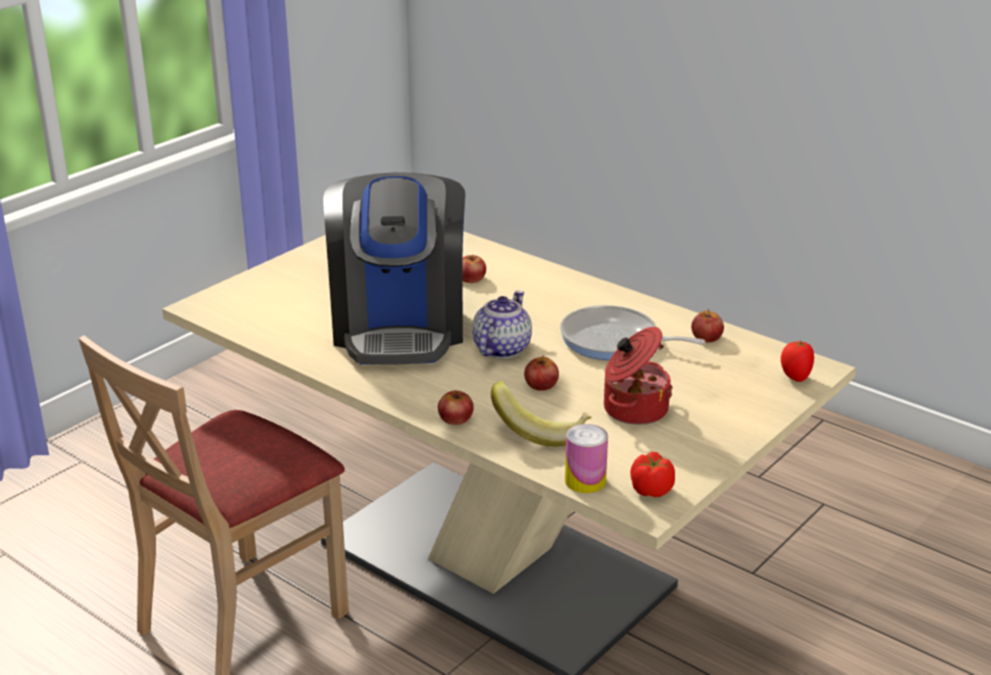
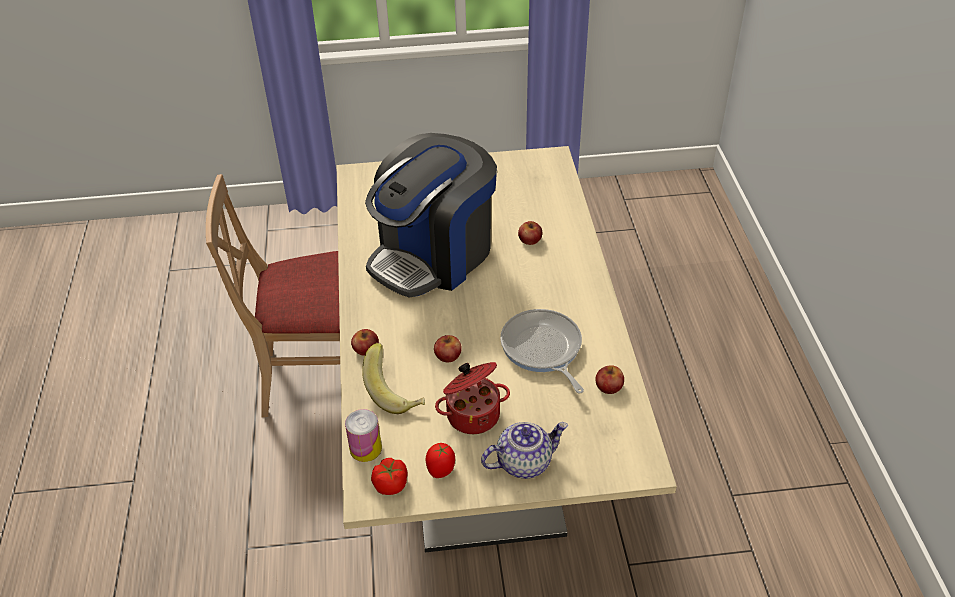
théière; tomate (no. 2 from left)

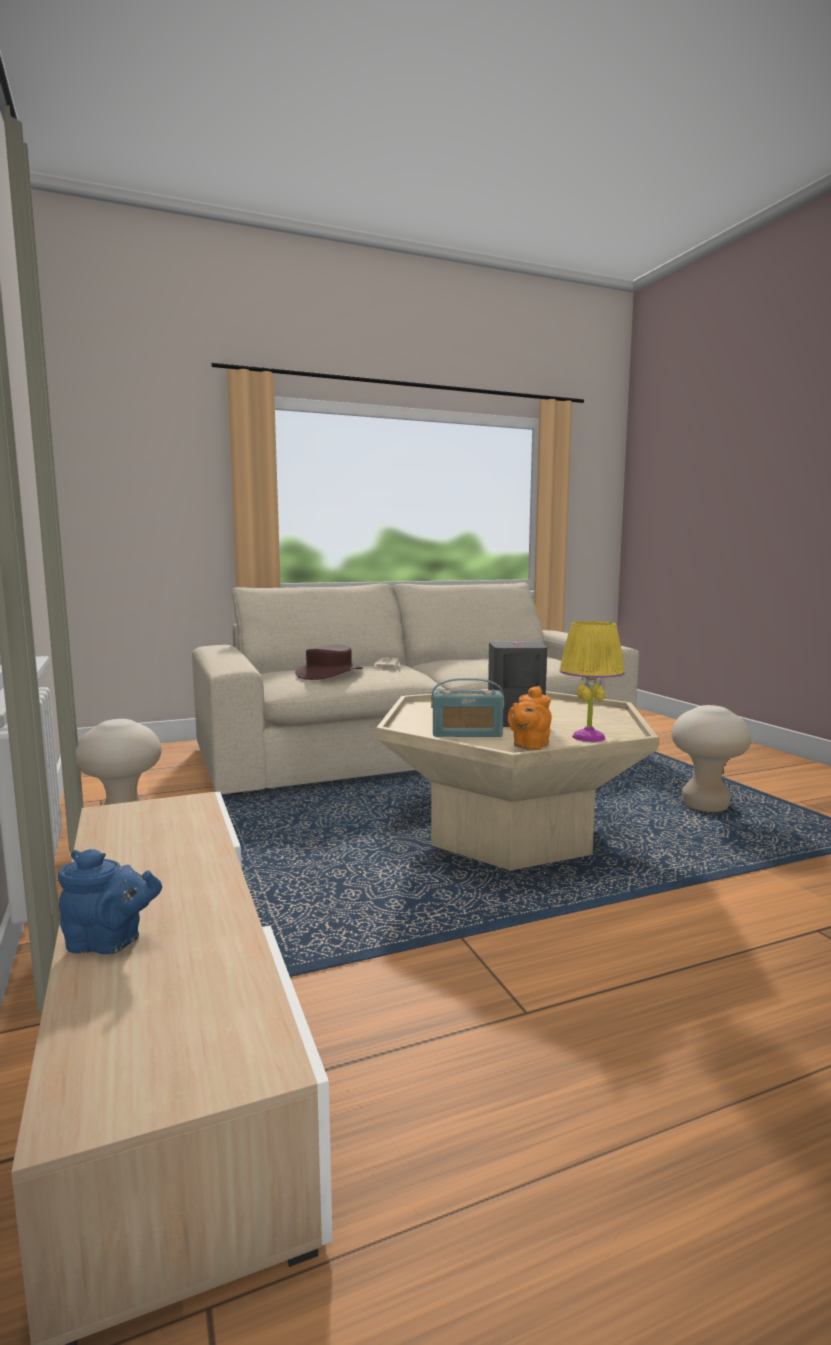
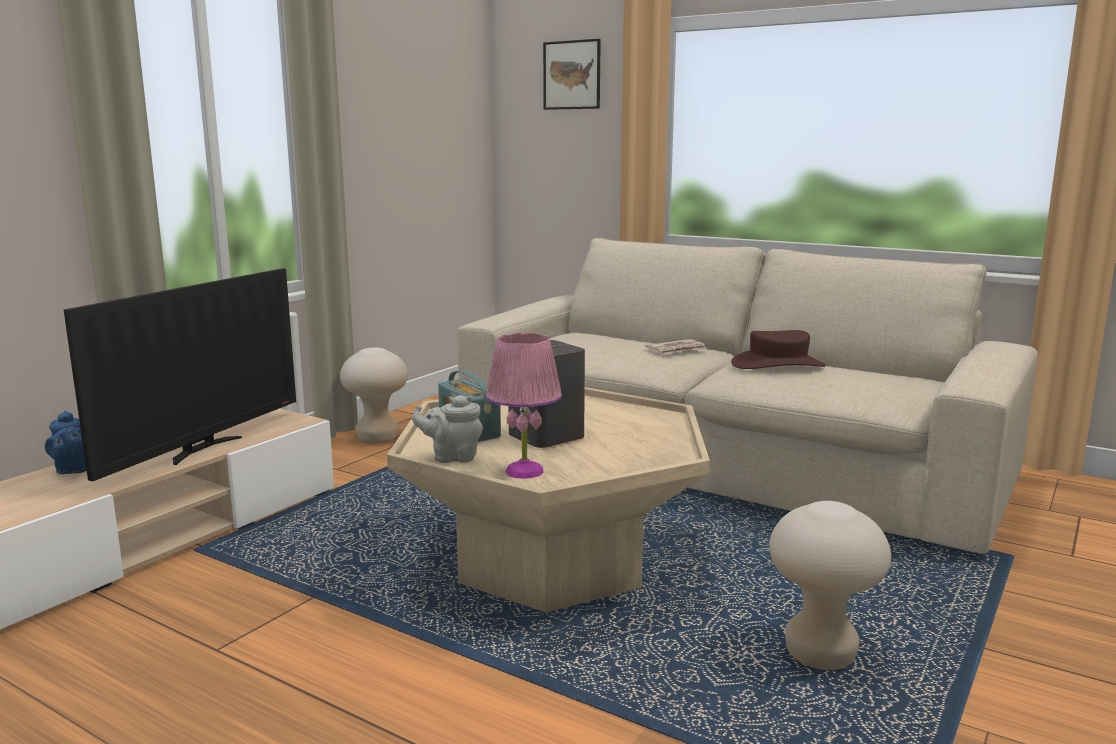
téléviseur; tableau; chapeau [marron]; théière [gris]; lampe de table [rose]

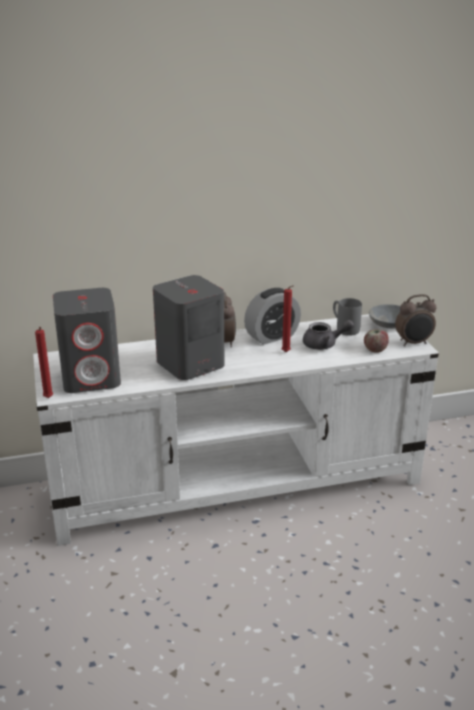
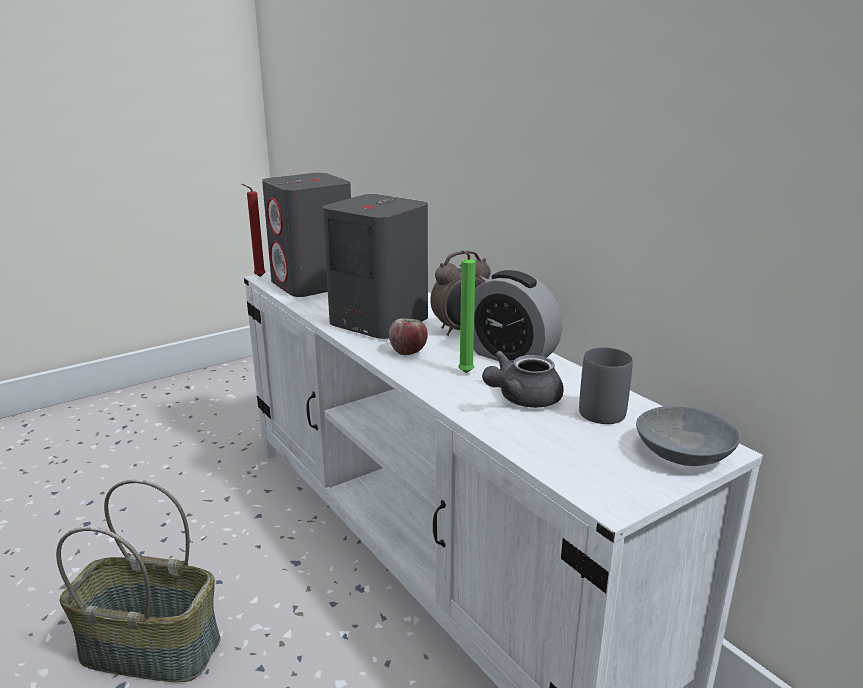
réveil (no. 3 from left in the first image); panier; pomme; bougie [vert]; théière [gris]

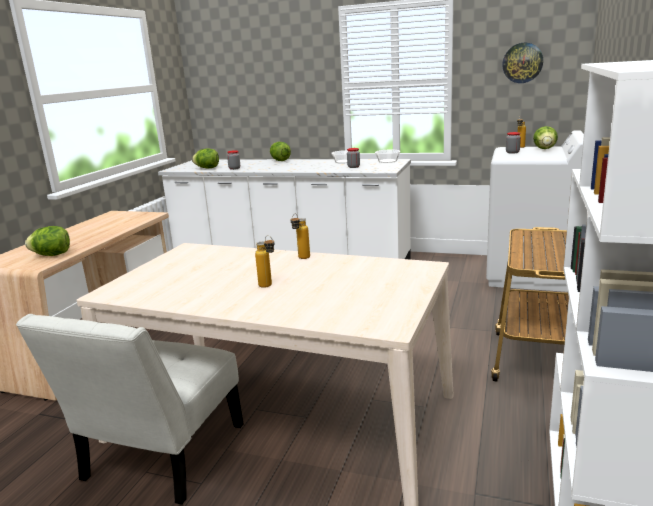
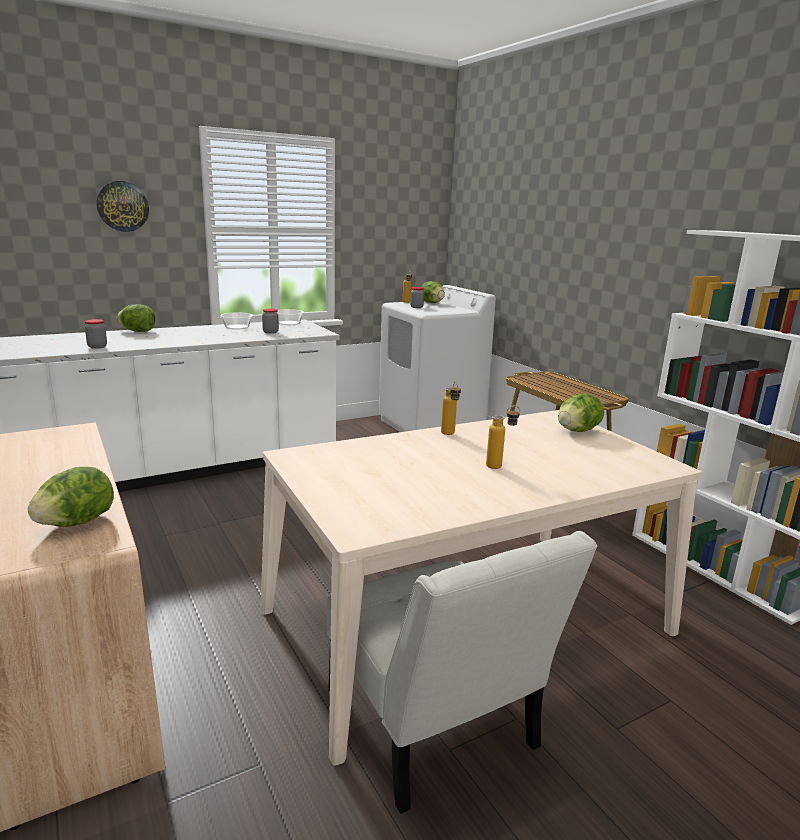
laitue (no. 4 from left); horloge murale

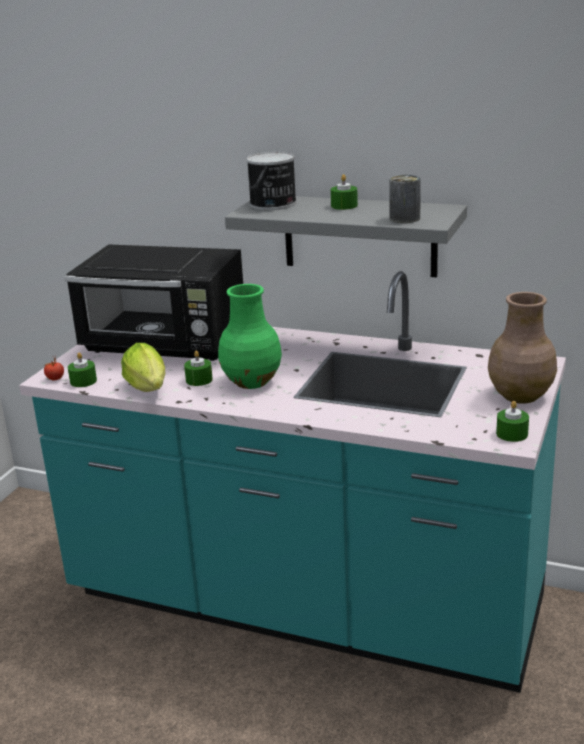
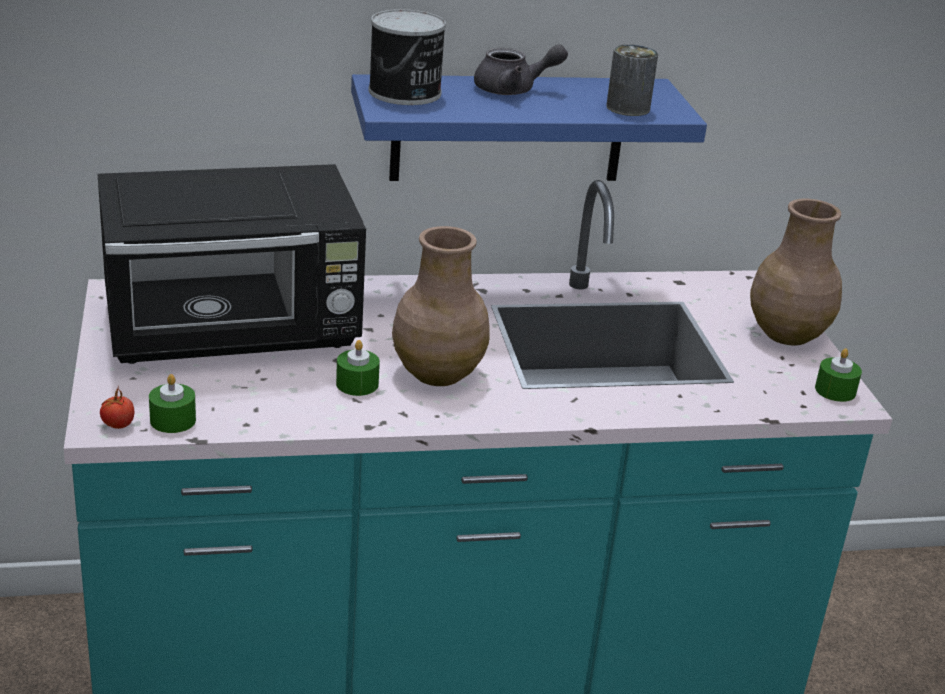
laitue; théière [gris]; vase [marron] (no. 1 from left); étagère [bleu]

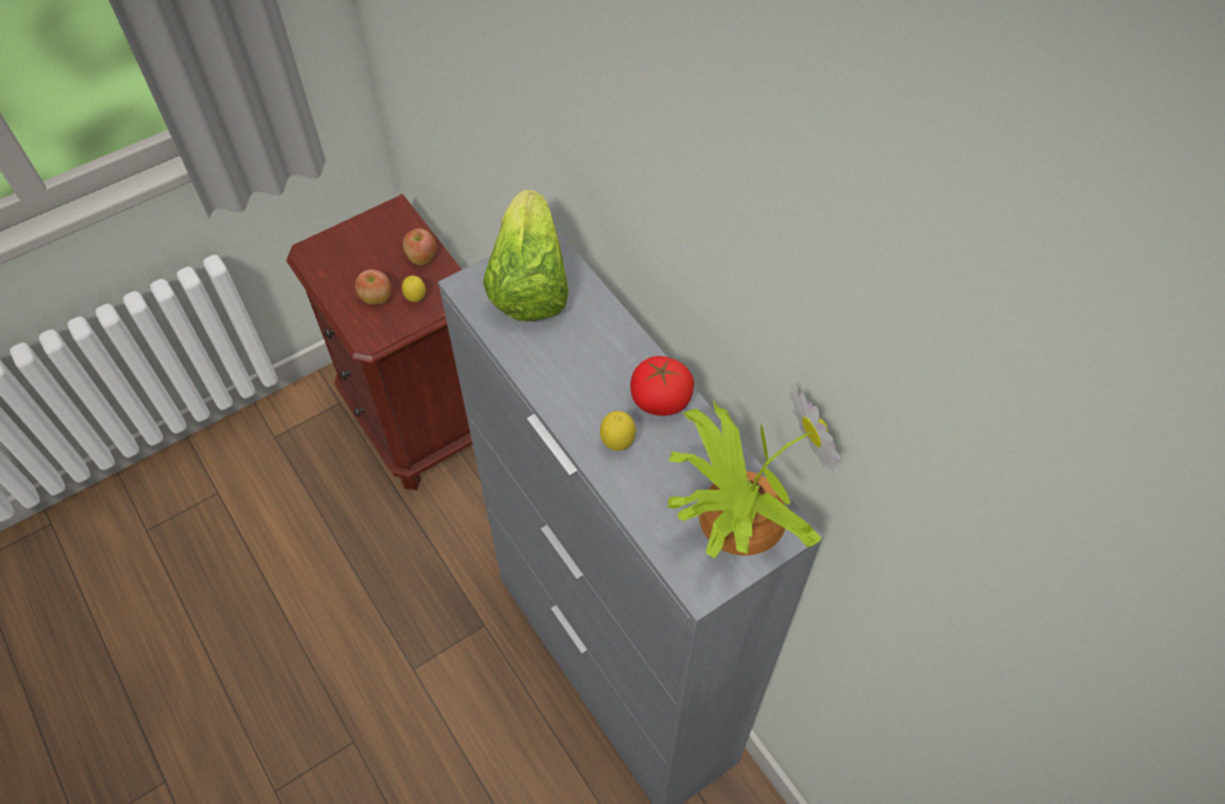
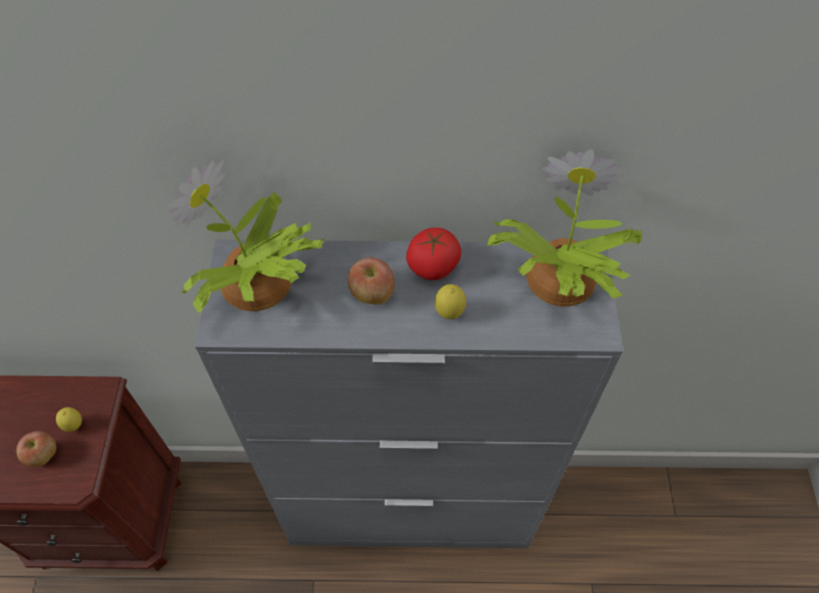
pomme (no. 2 from left); plante en pot (no. 1 from left)

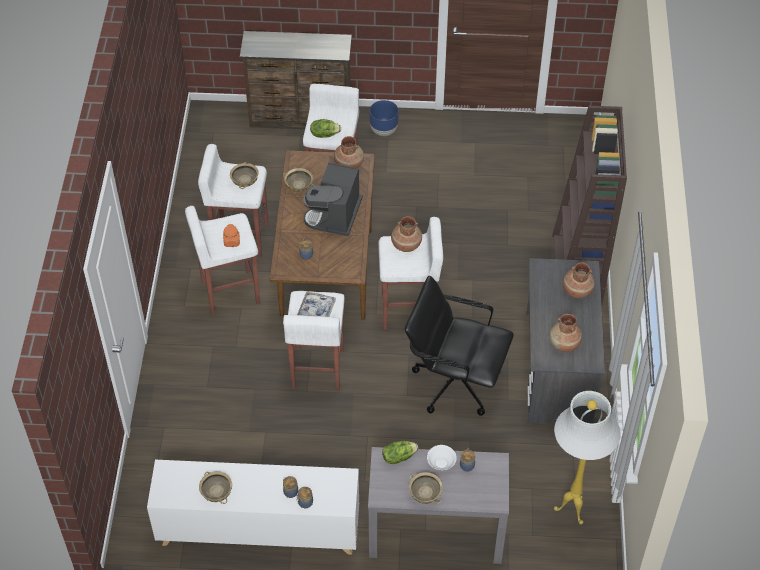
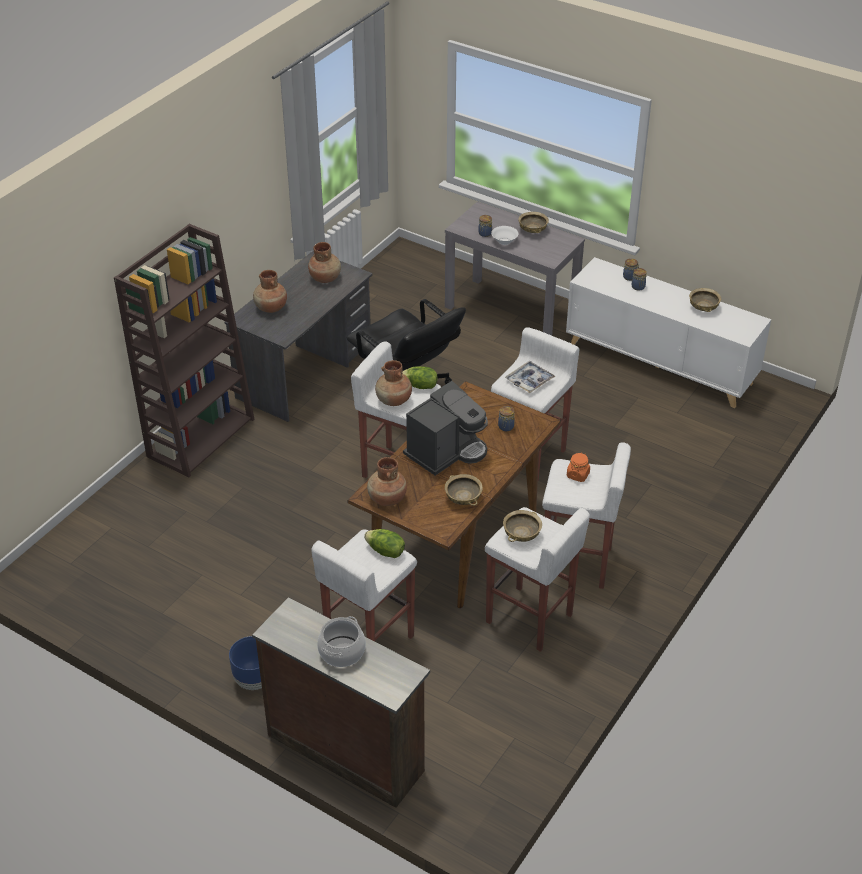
lampadaire [blanc]; marmite; laitue (no. 2 from left)

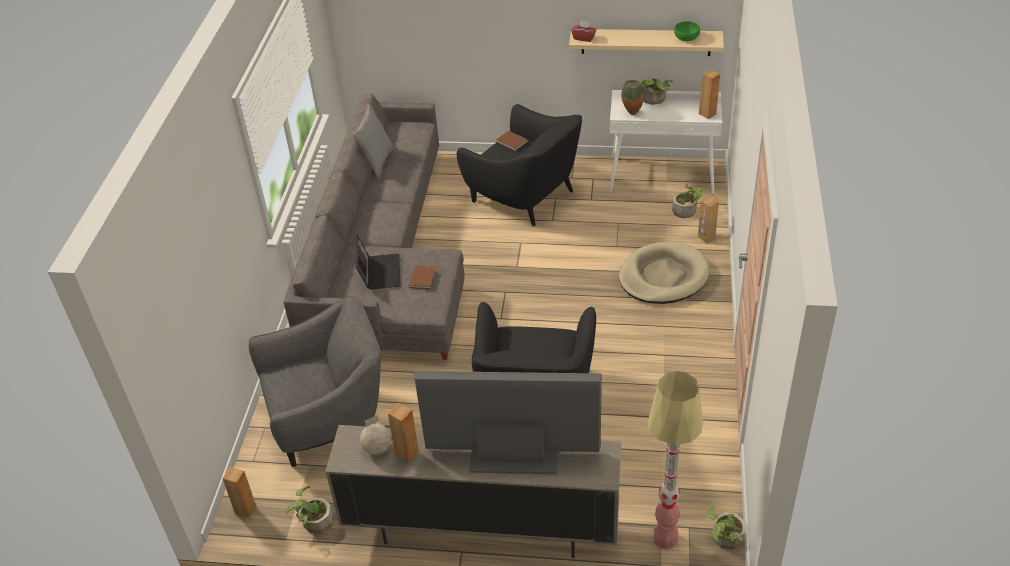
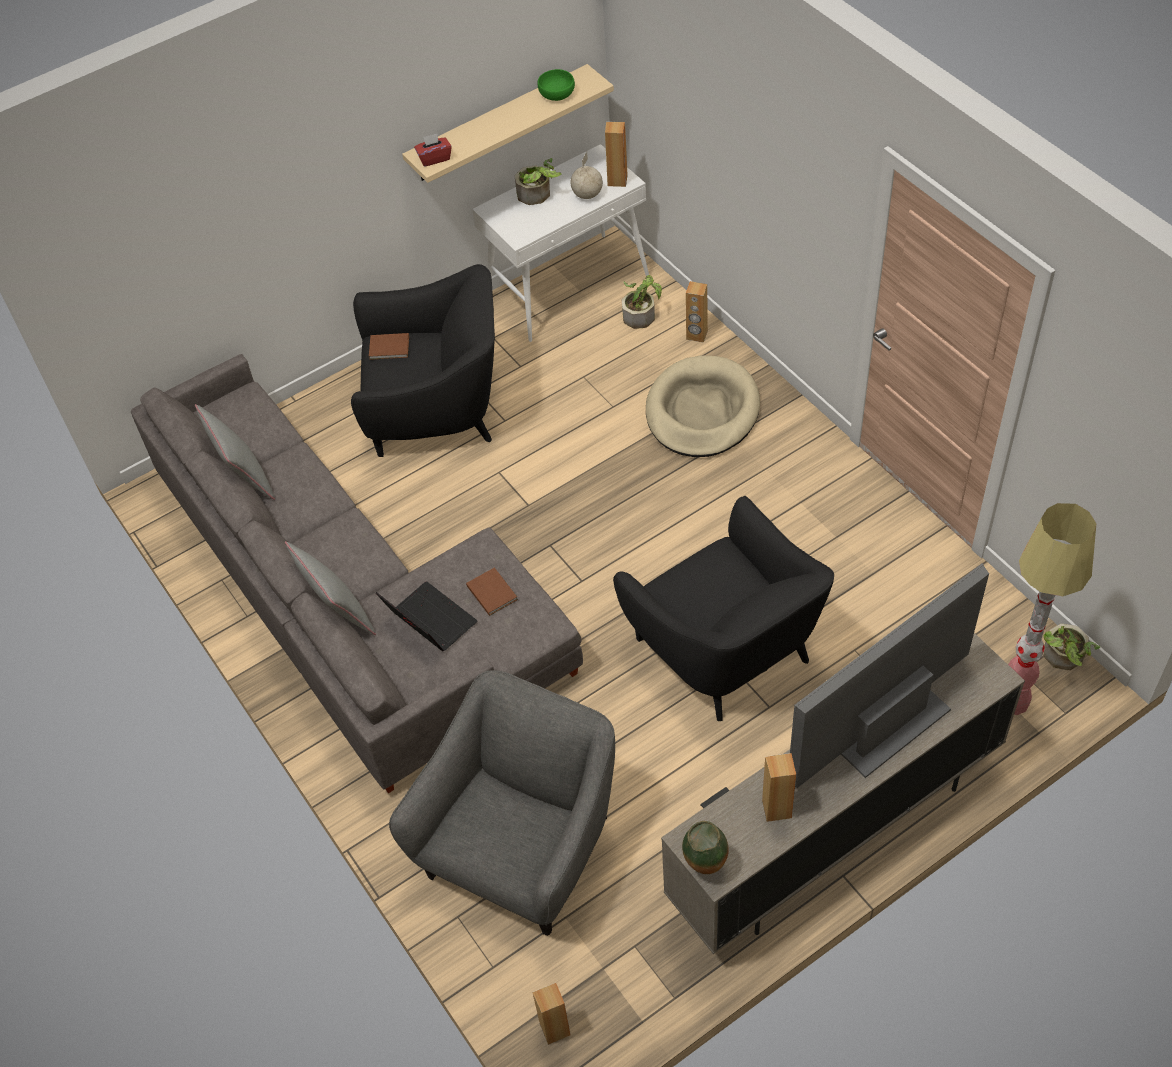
plante en pot (no. 1 from left in the first image); coussin [gris] (no. 2 from left); globe; vase

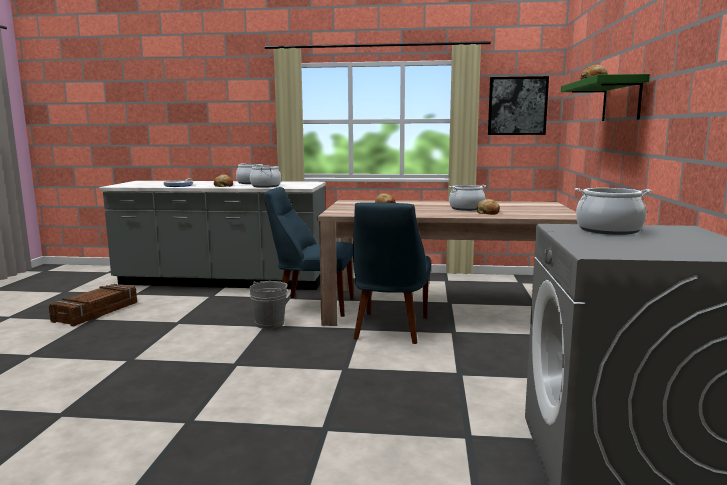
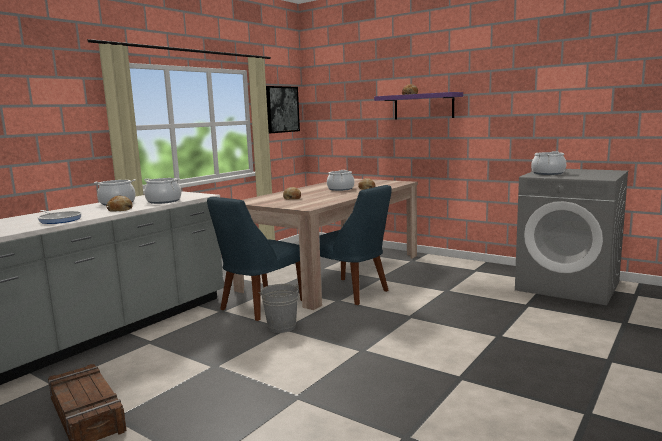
étagère [violet]

